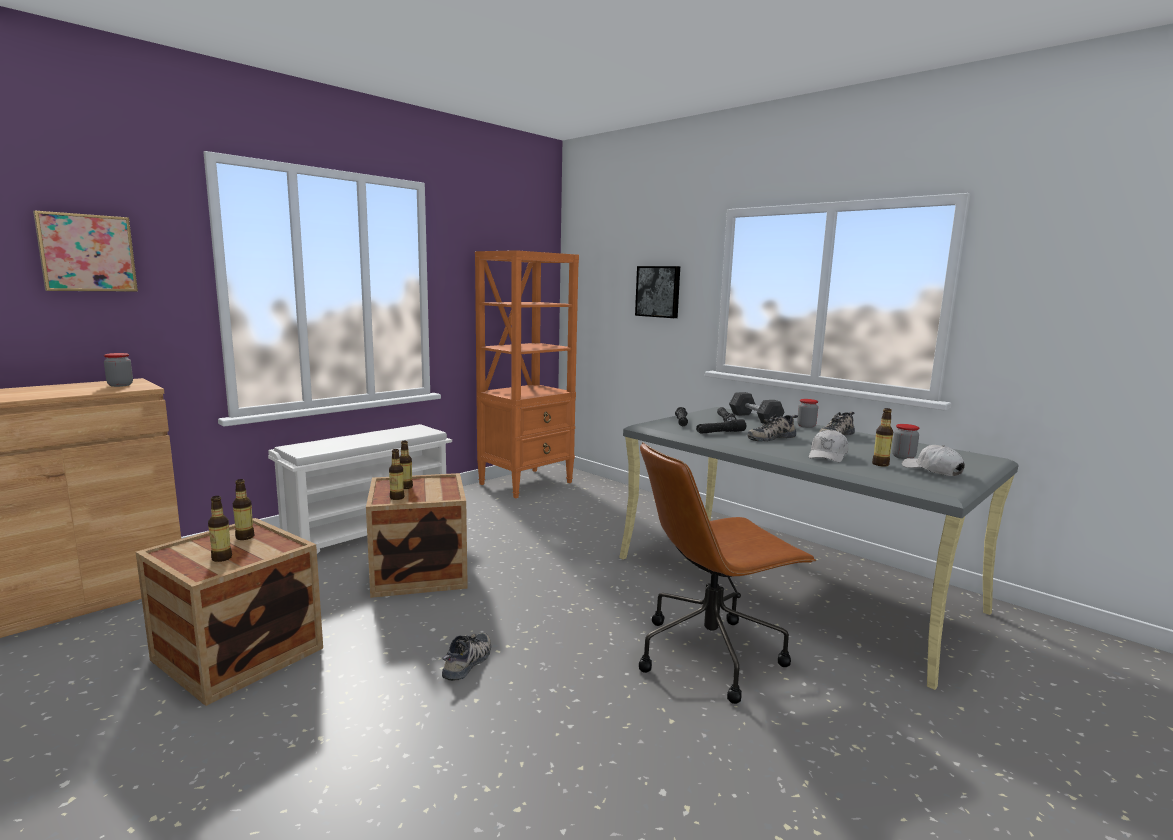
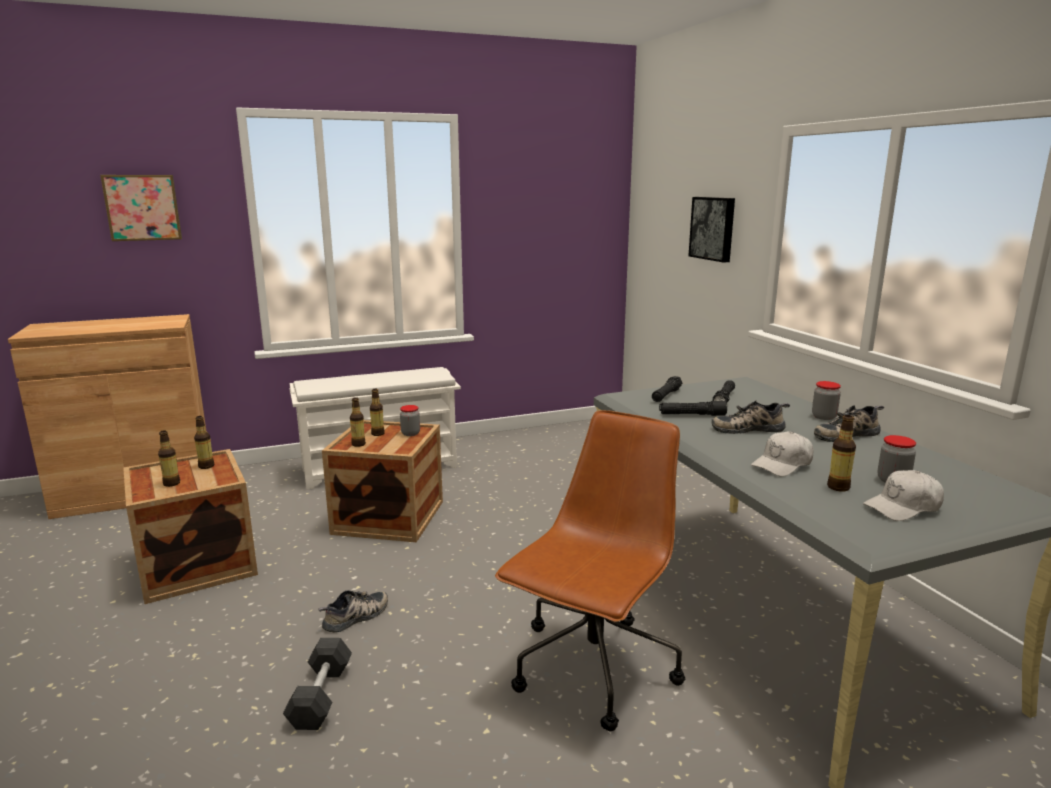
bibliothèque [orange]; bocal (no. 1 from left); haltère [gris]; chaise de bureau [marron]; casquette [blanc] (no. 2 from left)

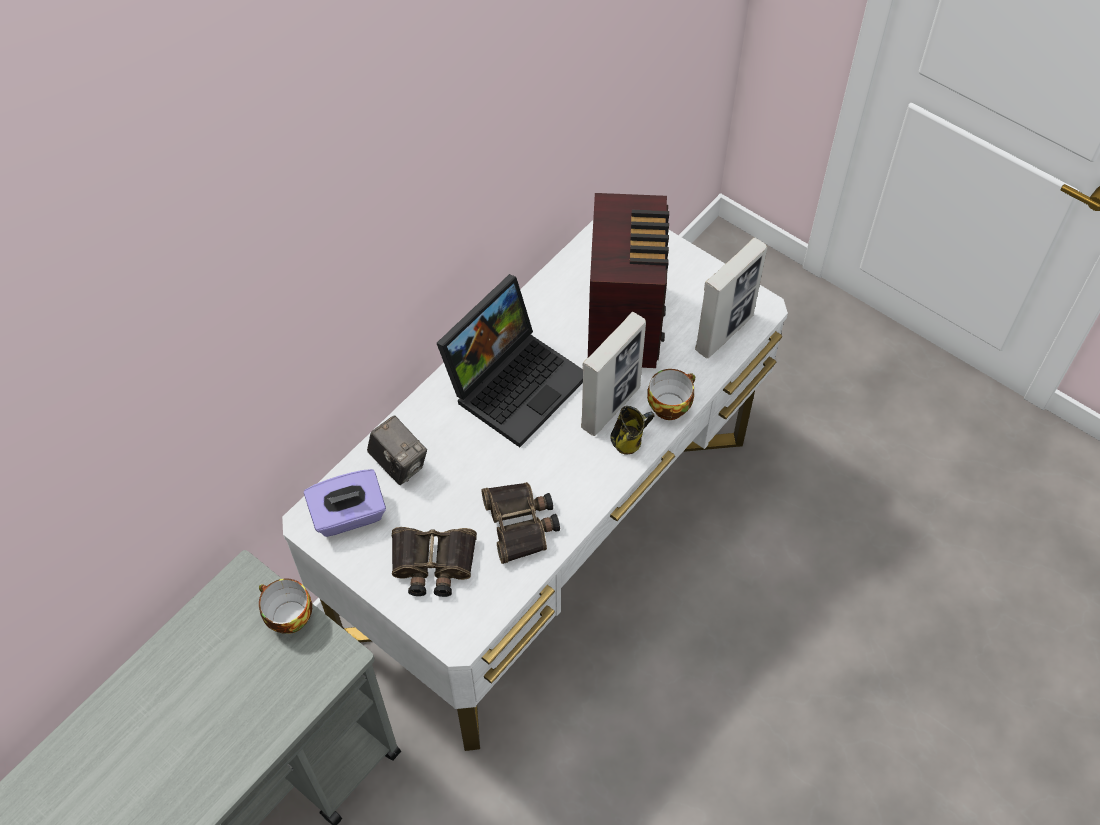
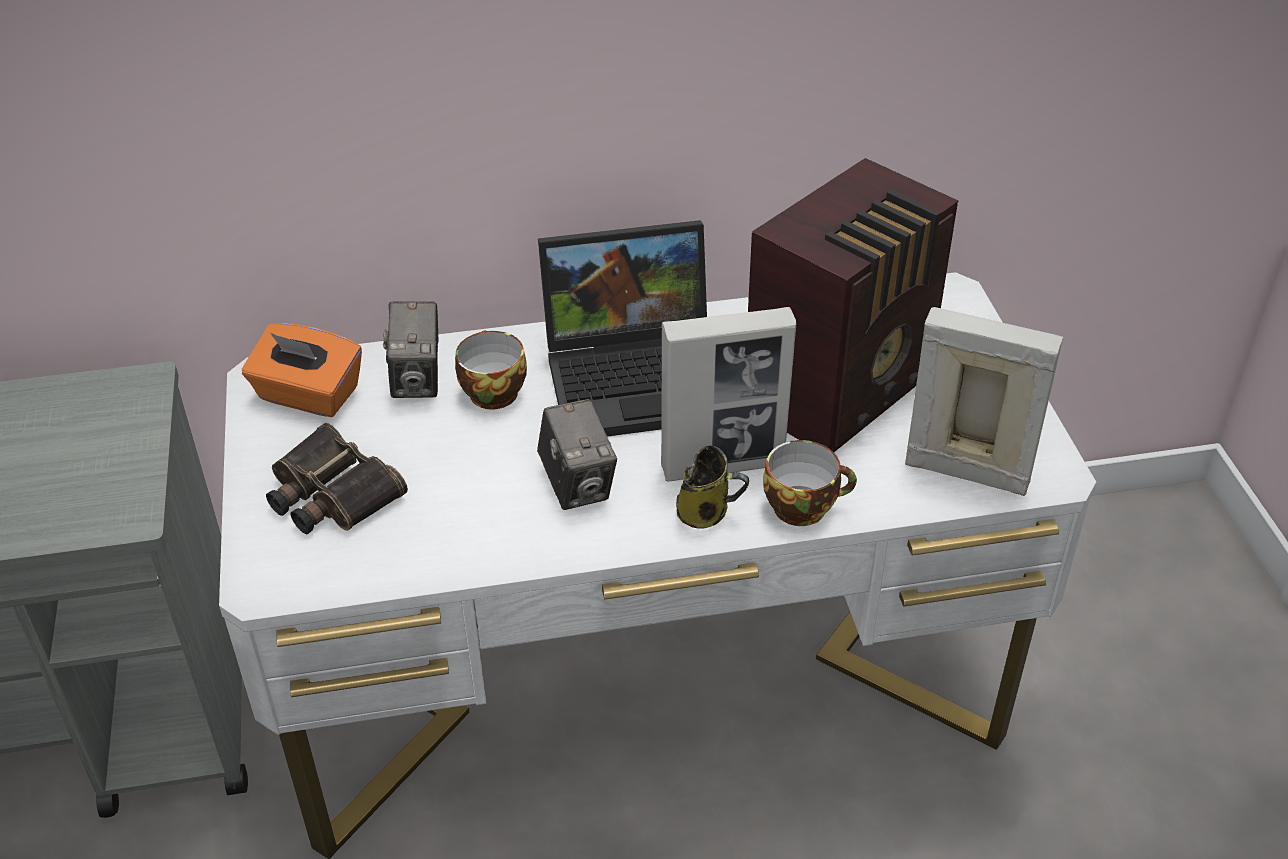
jumelles (no. 2 from left in the first image); appareil photo (no. 2 from left); tasse (no. 1 from left); boîte à mouchoirs [orange]; cadre photo (no. 2 from left)

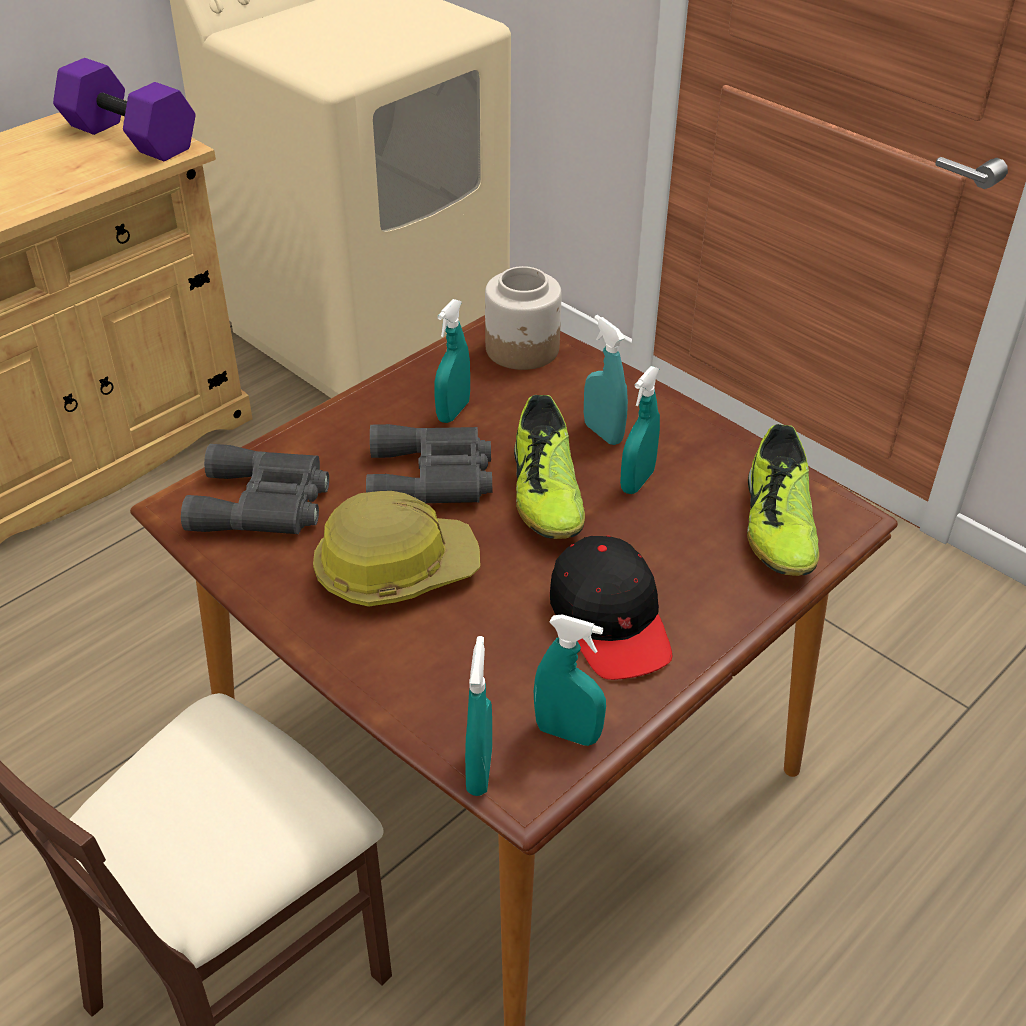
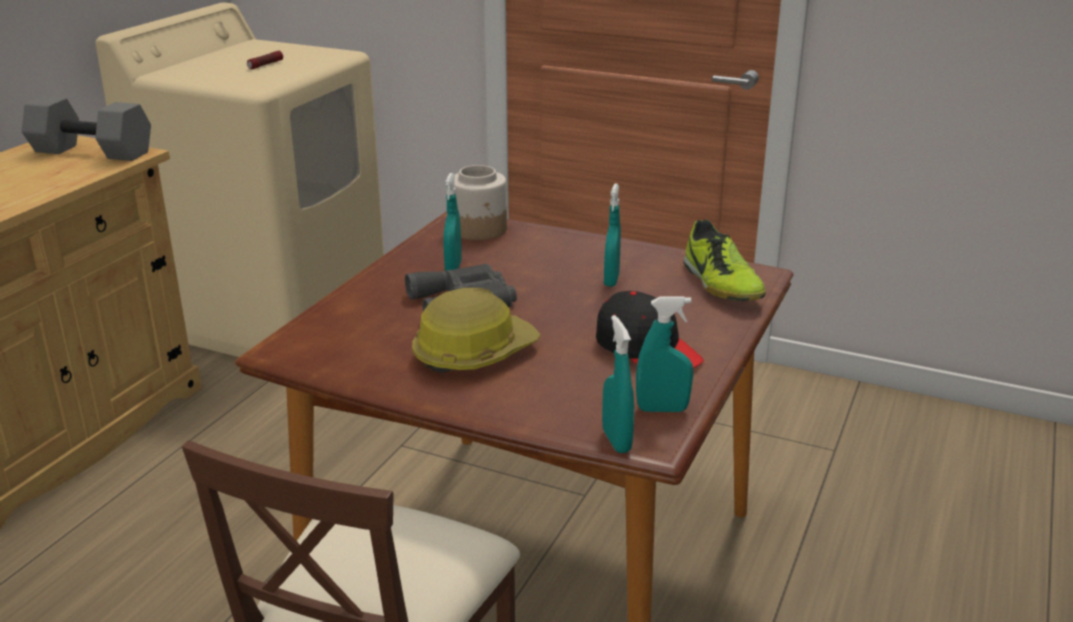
jumelles [gris] (no. 1 from left in the first image); chaussure (no. 1 from left in the first image); vaporisateur [turquoise] (no. 4 from left in the first image); lampe de poche; haltère [gris]

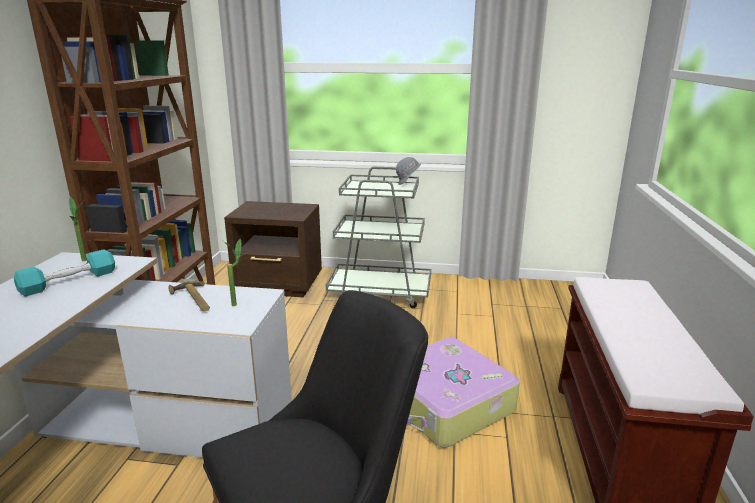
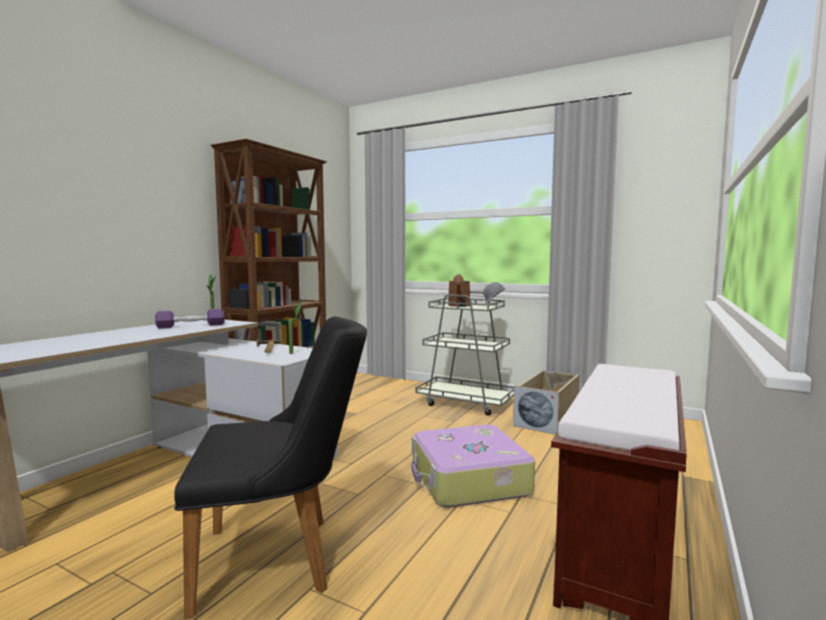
table de chevet [marron]; arrosoir [marron]; boîte de rangement [beige]; haltère [violet]

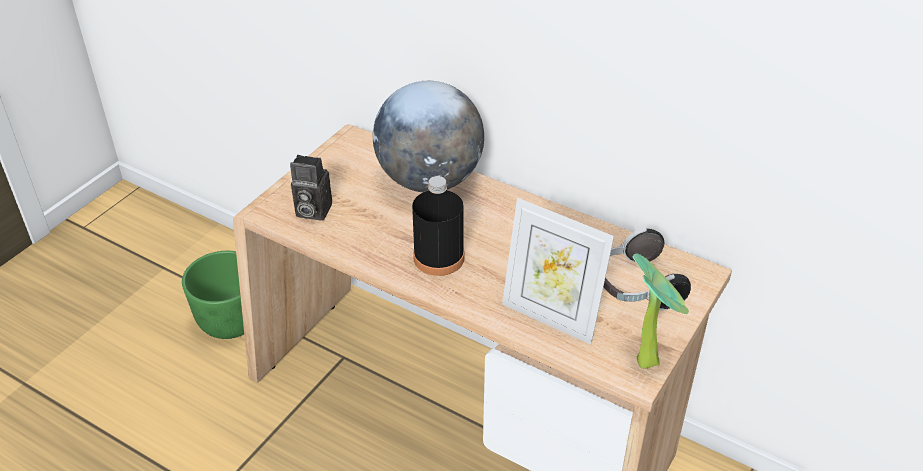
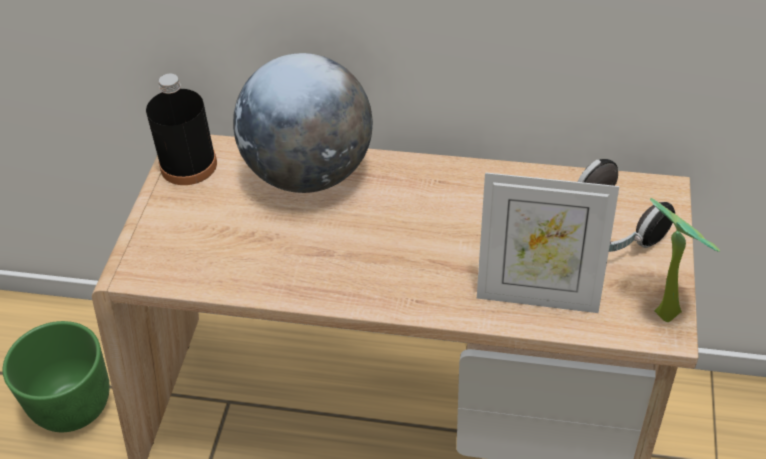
appareil photo; bouteille [noir]

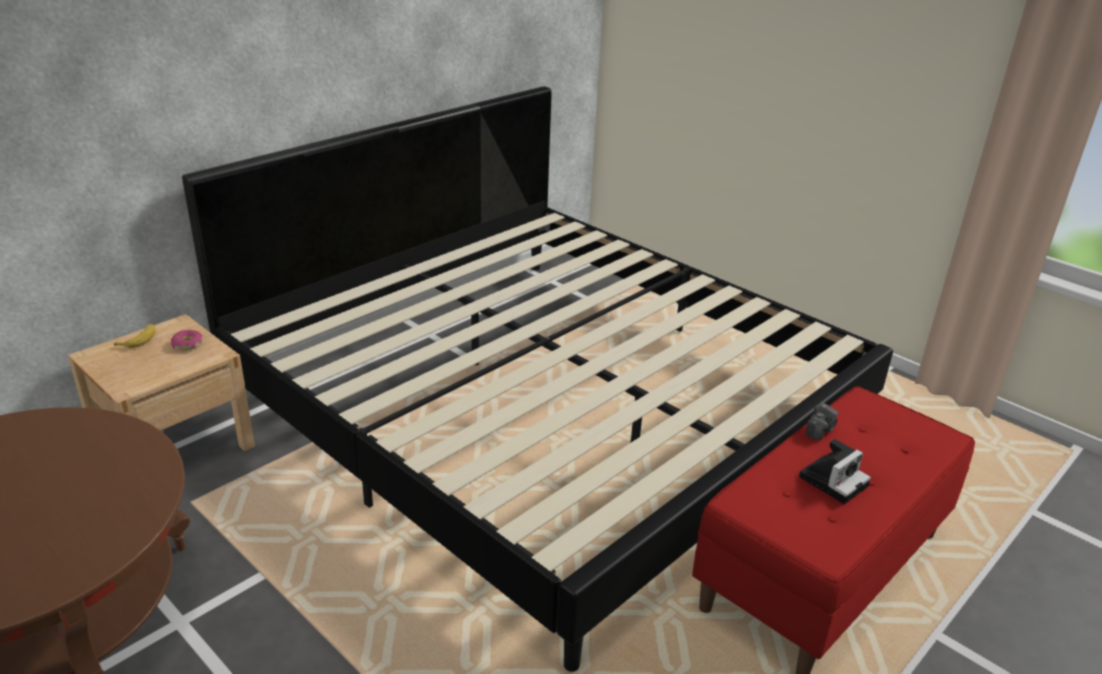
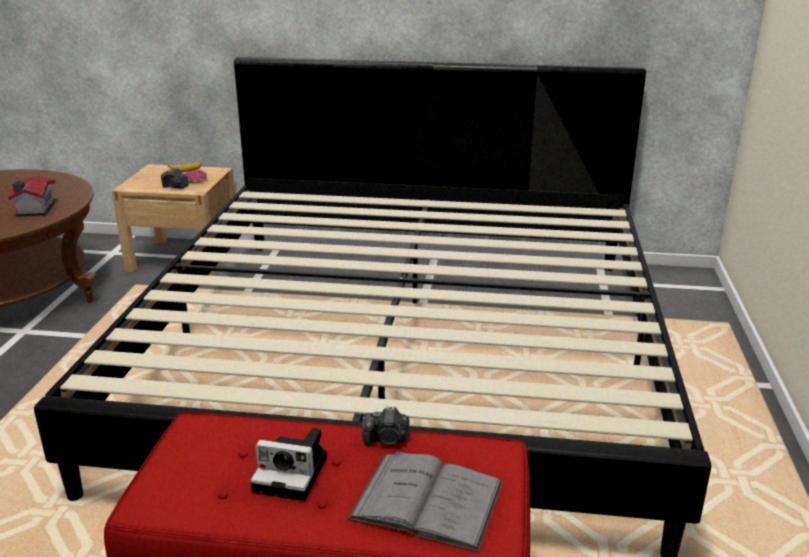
maison miniature; appareil photo (no. 1 from left); livre [gris]

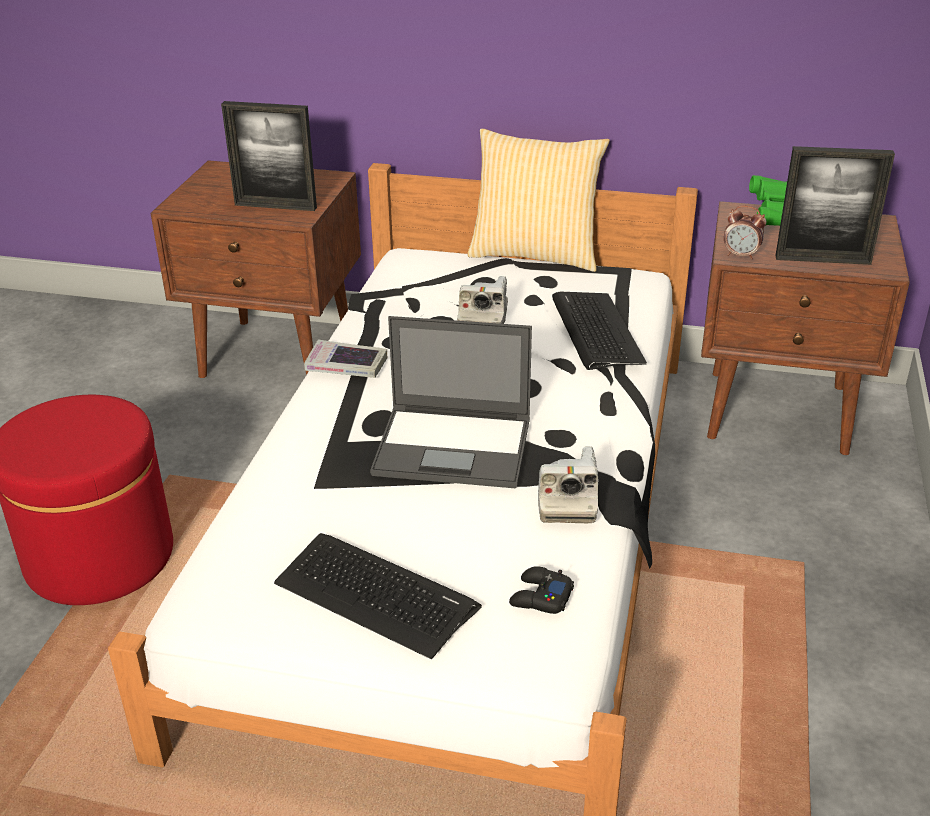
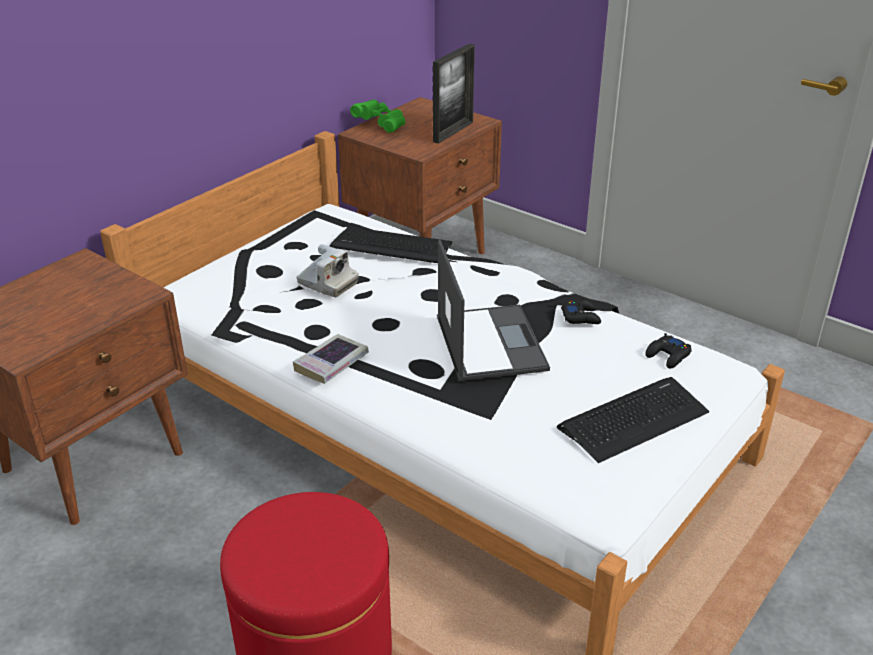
cadre photo (no. 1 from left in the first image); coussin; réveil; manette [noir] (no. 1 from left); ordinateur portable

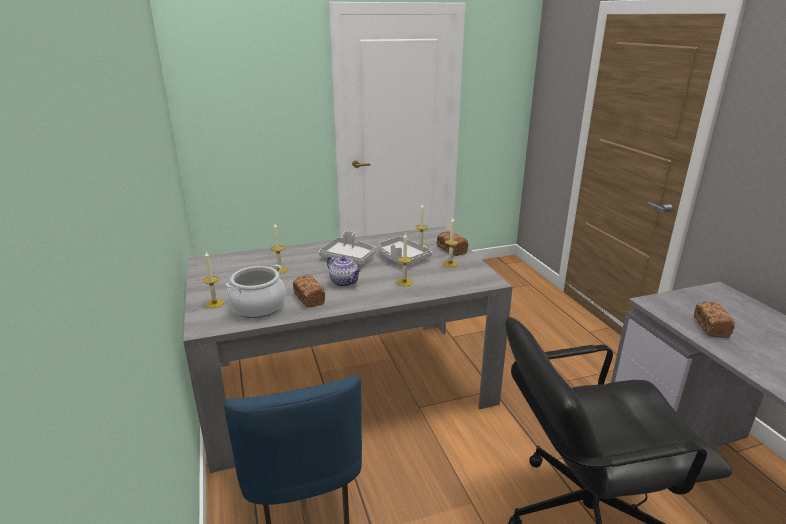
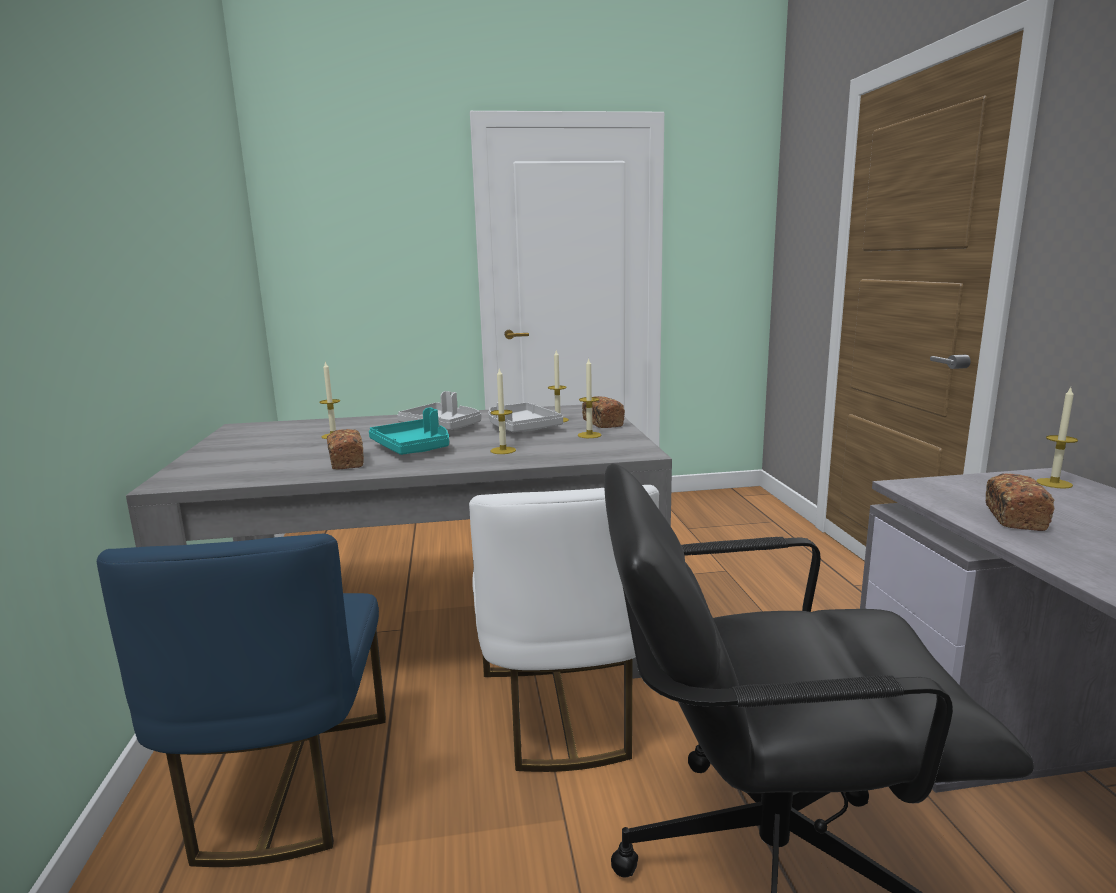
marmite; chaise [blanc]; bougie (no. 5 from left); plateau [turquoise]

